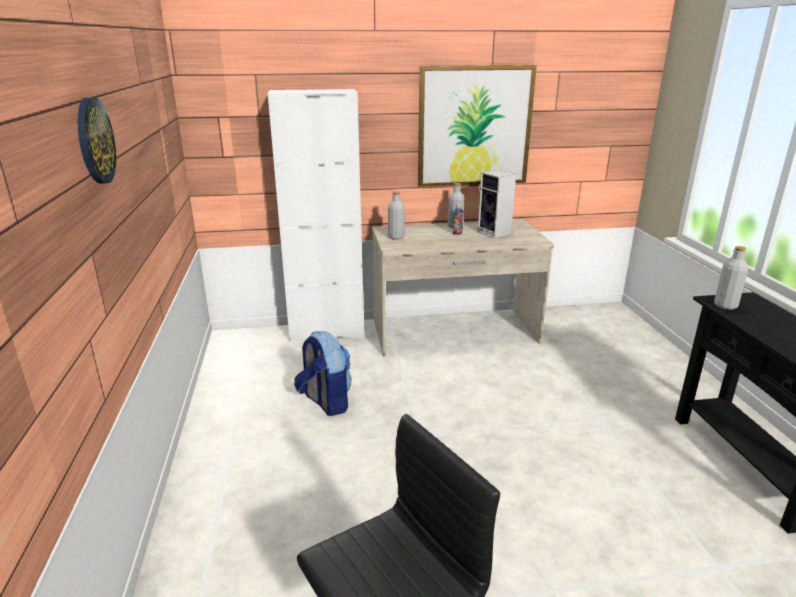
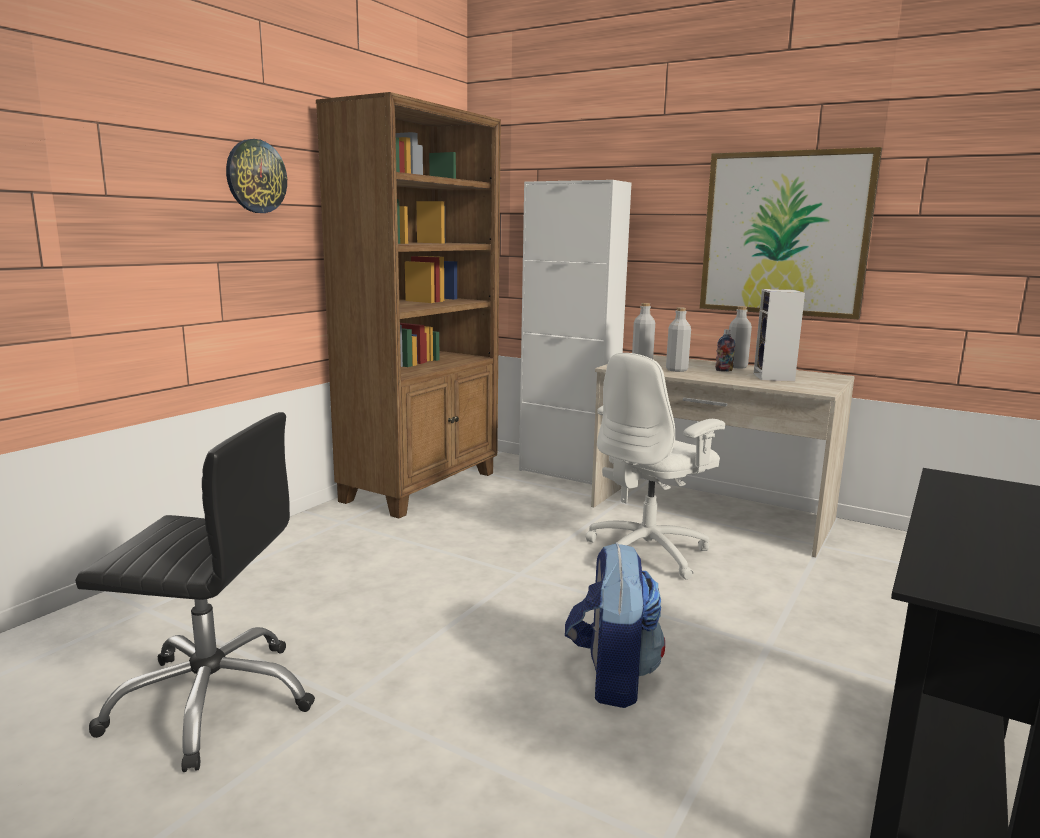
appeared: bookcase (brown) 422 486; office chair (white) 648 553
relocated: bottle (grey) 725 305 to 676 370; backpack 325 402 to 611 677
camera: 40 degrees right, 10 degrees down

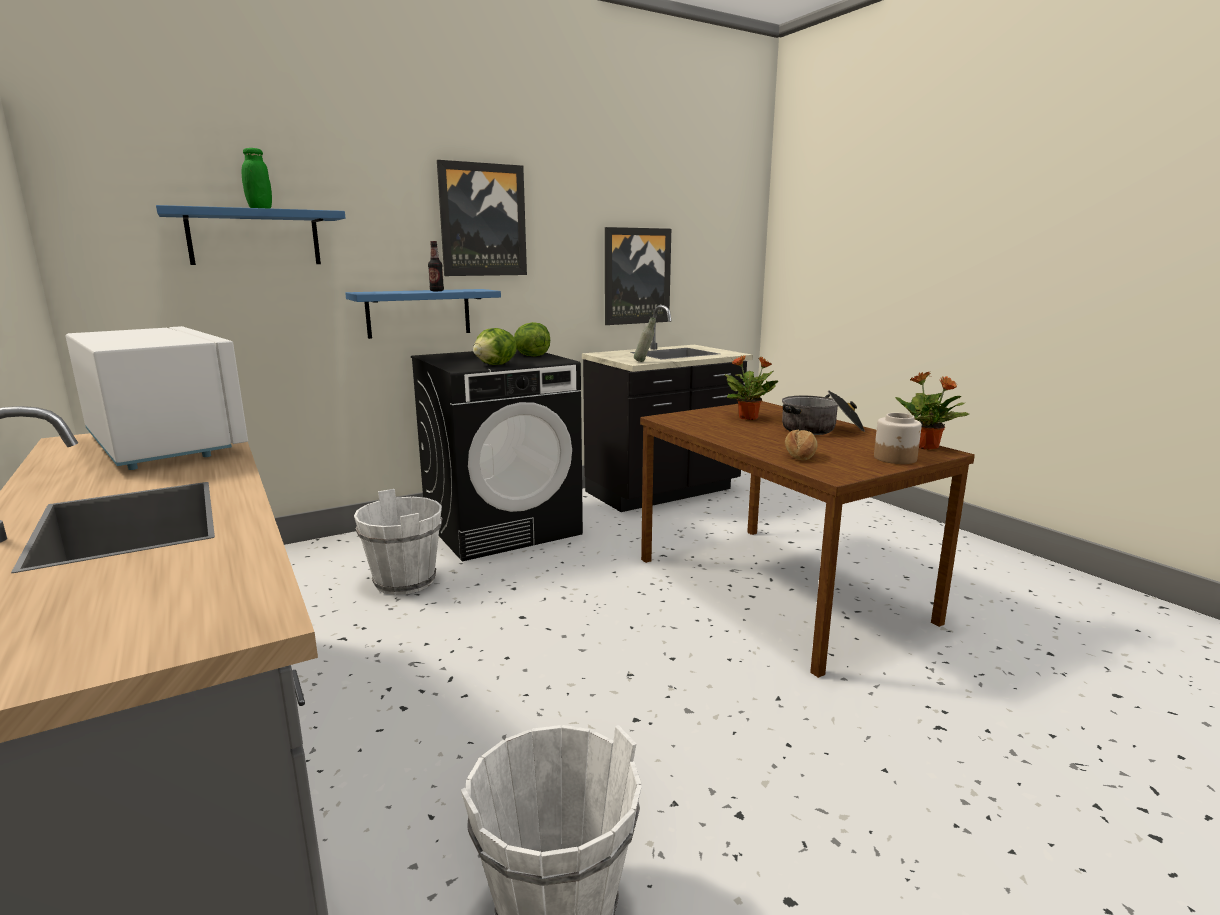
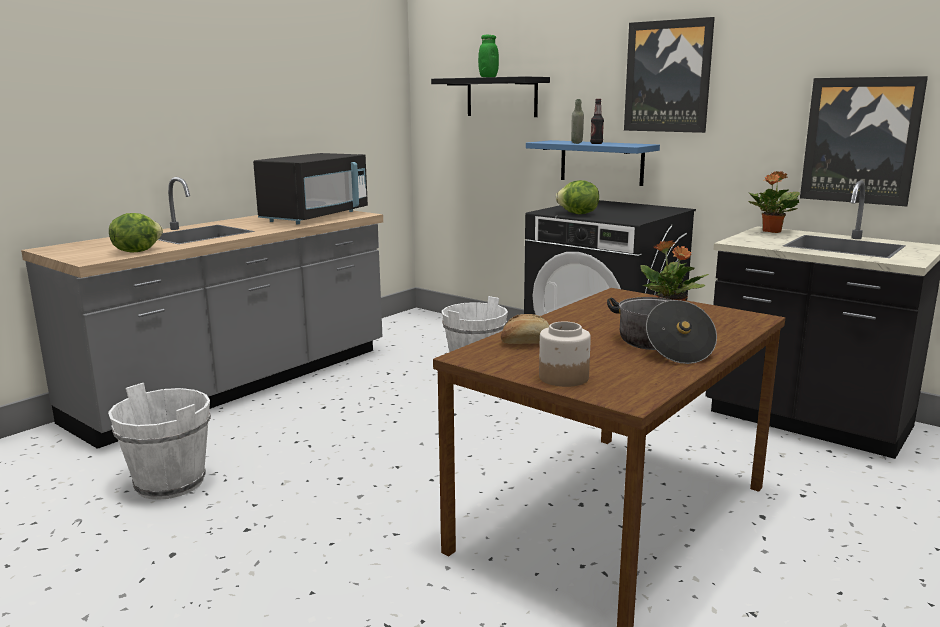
relocated: bottle (grey) 644 361 to 576 143; lettuce 531 356 to 136 251; potted plant 926 447 to 771 231
colour: shelf (blue) 254 238 to shelf (black) 501 97; microwave (white) 166 444 to microwave (black) 316 217
camera: 70 degrees right, 0 degrees up

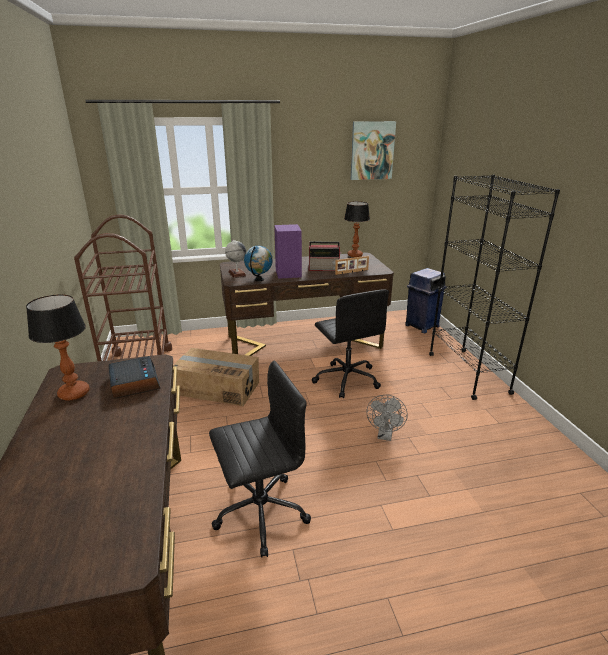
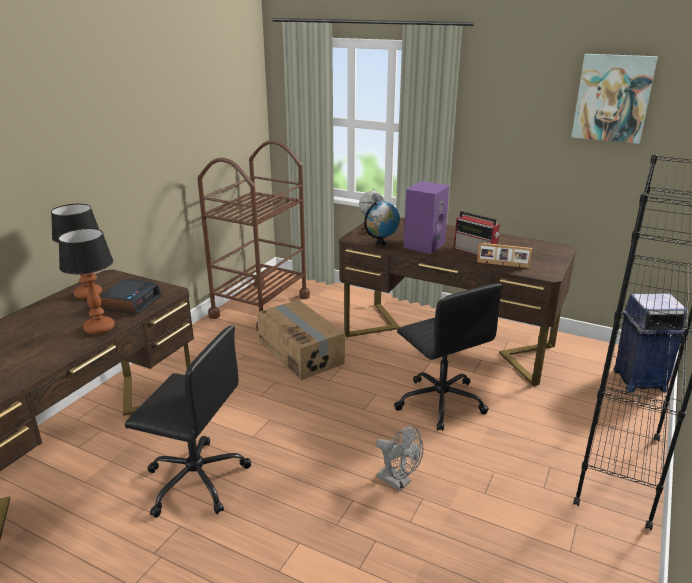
relocated: table lamp 355 255 to 99 328
spun: office chair (black) 346 379 = 440 401 45 degrees counterclockwise; fan (grey) 385 435 = 398 482 105 degrees counterclockwise
camera: 40 degrees right, 0 degrees up

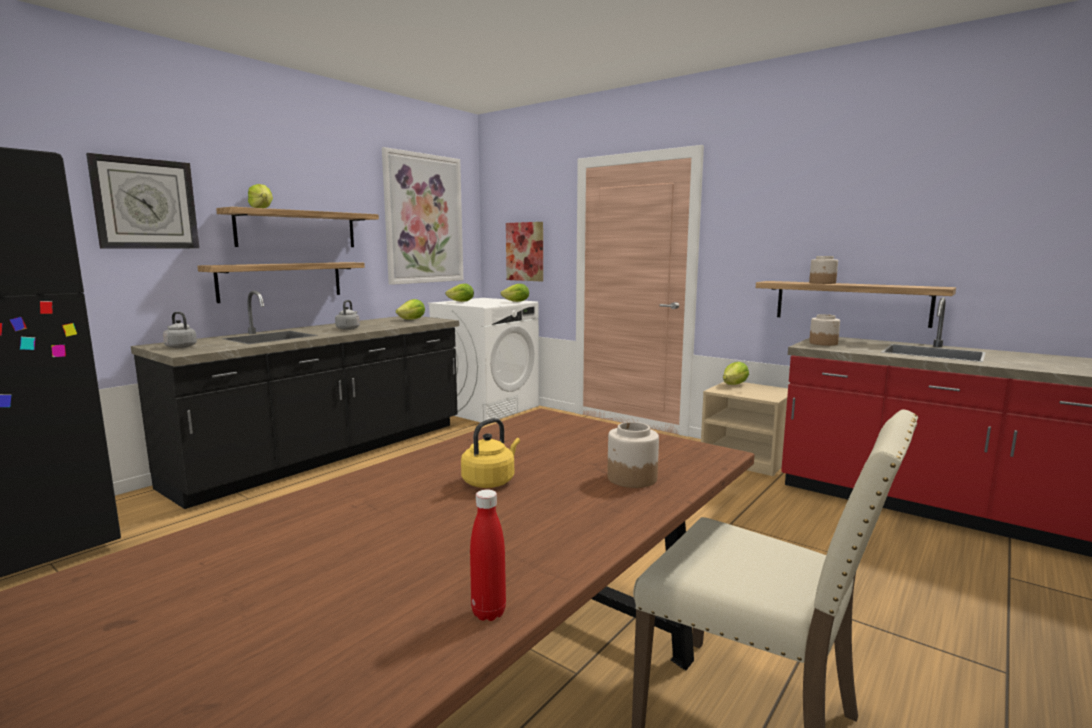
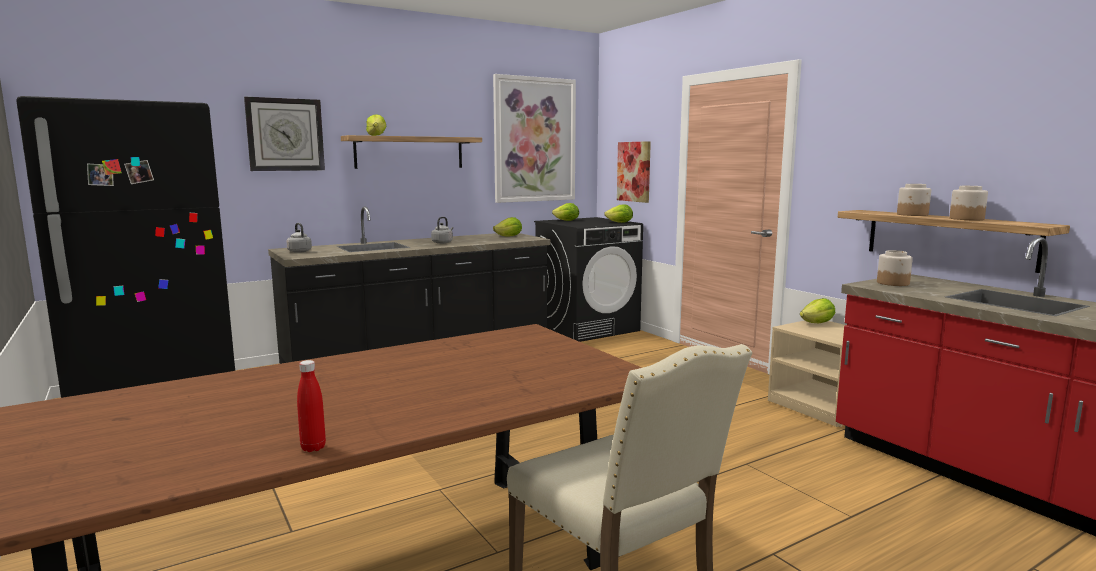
missing: shelf 281 281; kettle (yellow) 490 481
relocated: jar 631 478 to 966 219
colour: washing machine (white) 487 408 to washing machine (black) 587 328
camera: 20 degrees right, 0 degrees up

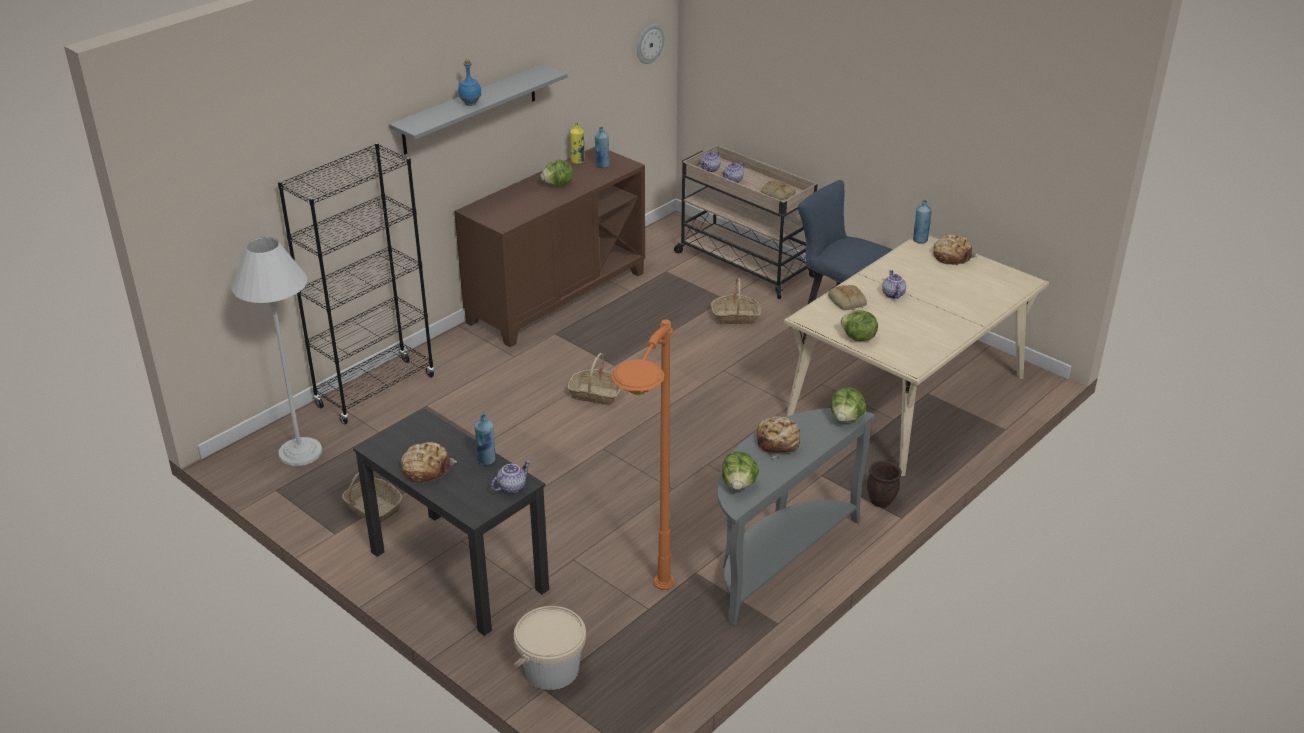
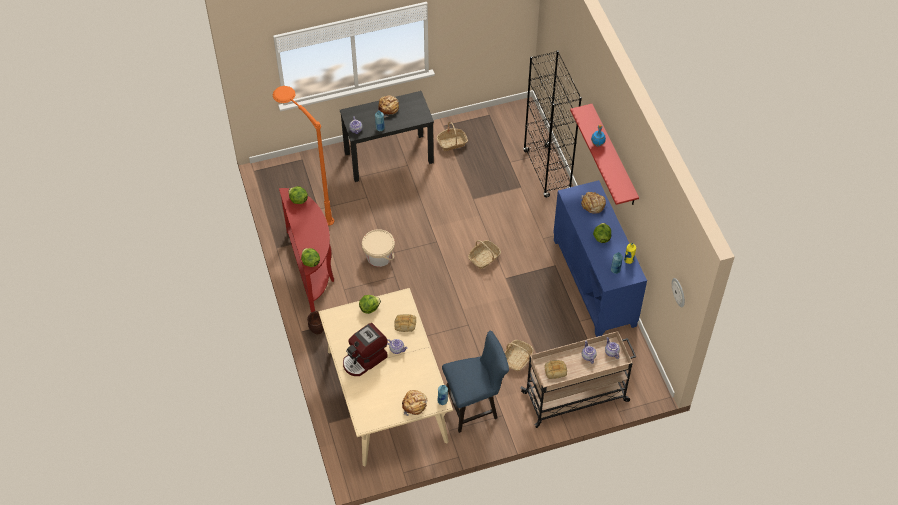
missing: floor lamp (white) 300 452
appeared: coffee machine 365 360
relocated: bread 778 443 to 592 205; bucket (beige) 551 669 to 379 256
colour: shelf (grey) 470 109 to shelf (red) 614 156; cabinet (brown) 556 297 to cabinet (blue) 594 282; console table (grey) 776 559 to console table (red) 312 268
camera: 120 degrees right, 20 degrees up

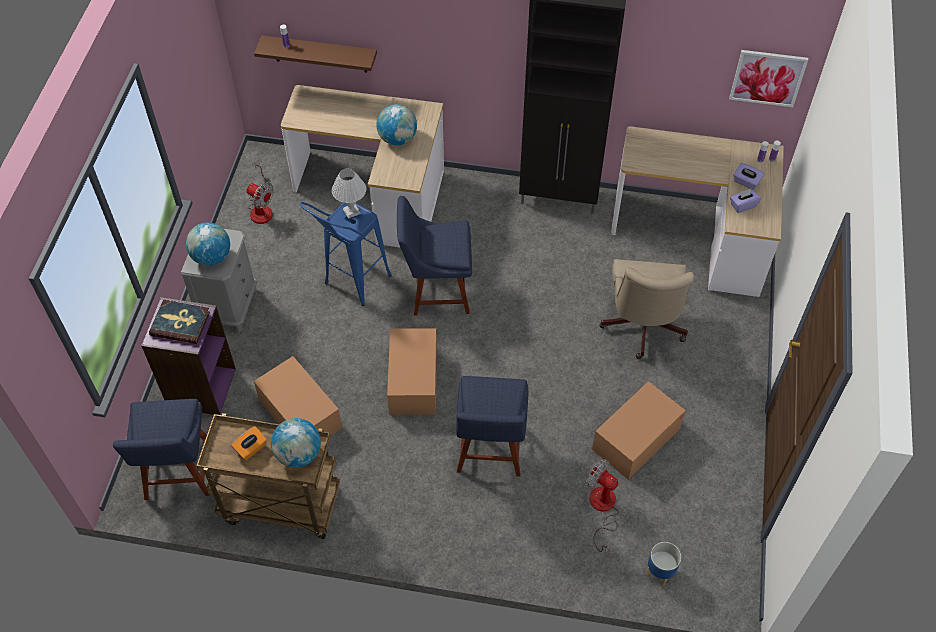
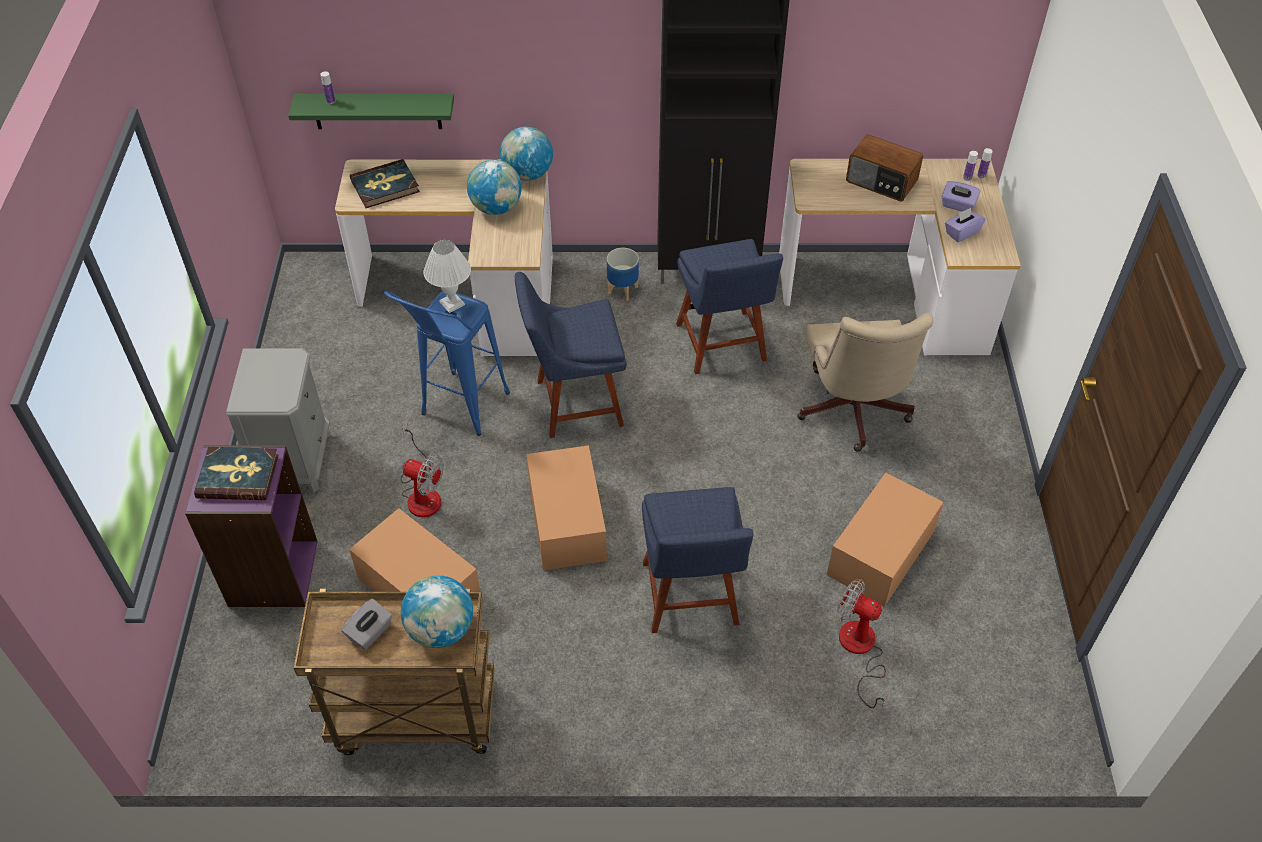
missing: picture 767 78
appeared: radio 881 182; book 385 186
relocated: fan 261 208 to 422 493; globe 211 257 to 527 174; chair (blue) 178 474 to 722 346; planter 660 571 to 623 289
colour: shelf (brown) 320 54 to shelf (green) 377 111; tissue box (orange) 251 448 to tissue box (grey) 370 632
camera: 10 degrees left, 5 degrees down

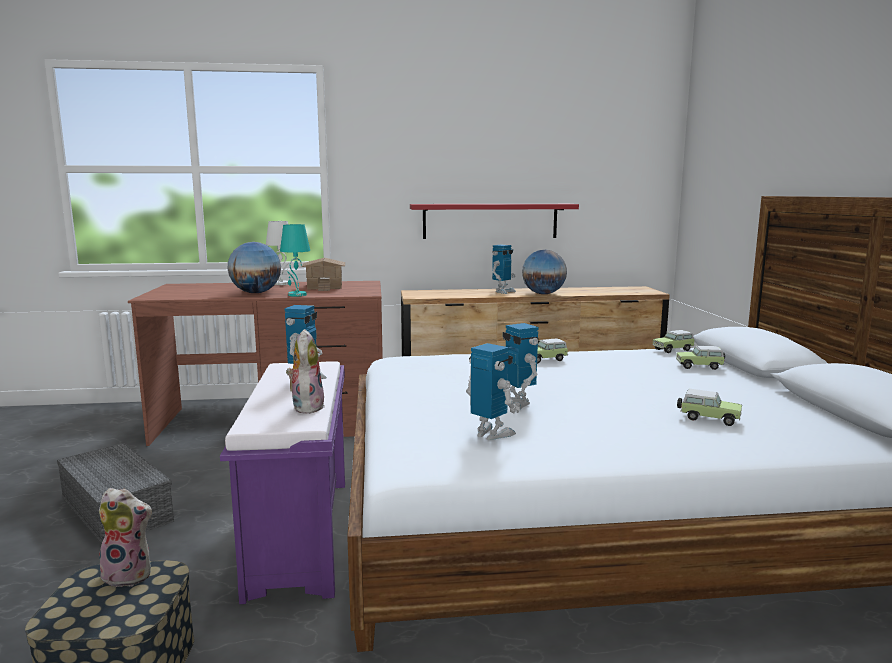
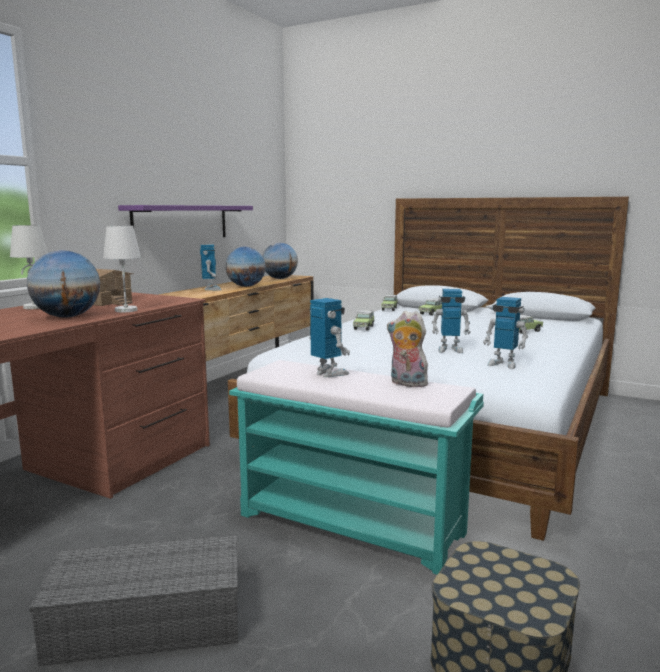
missing: plush toy 130 574
appeared: globe 280 278
colour: shelf (red) 490 221 to shelf (purple) 181 222; table lamp (turquoise) 297 295 to table lamp (white) 126 310; bench (purple) 302 535 to bench (turquoise) 353 524
spun: toy robot 491 434 = 503 364 135 degrees counterclockwise
camera: 55 degrees left, 0 degrees up

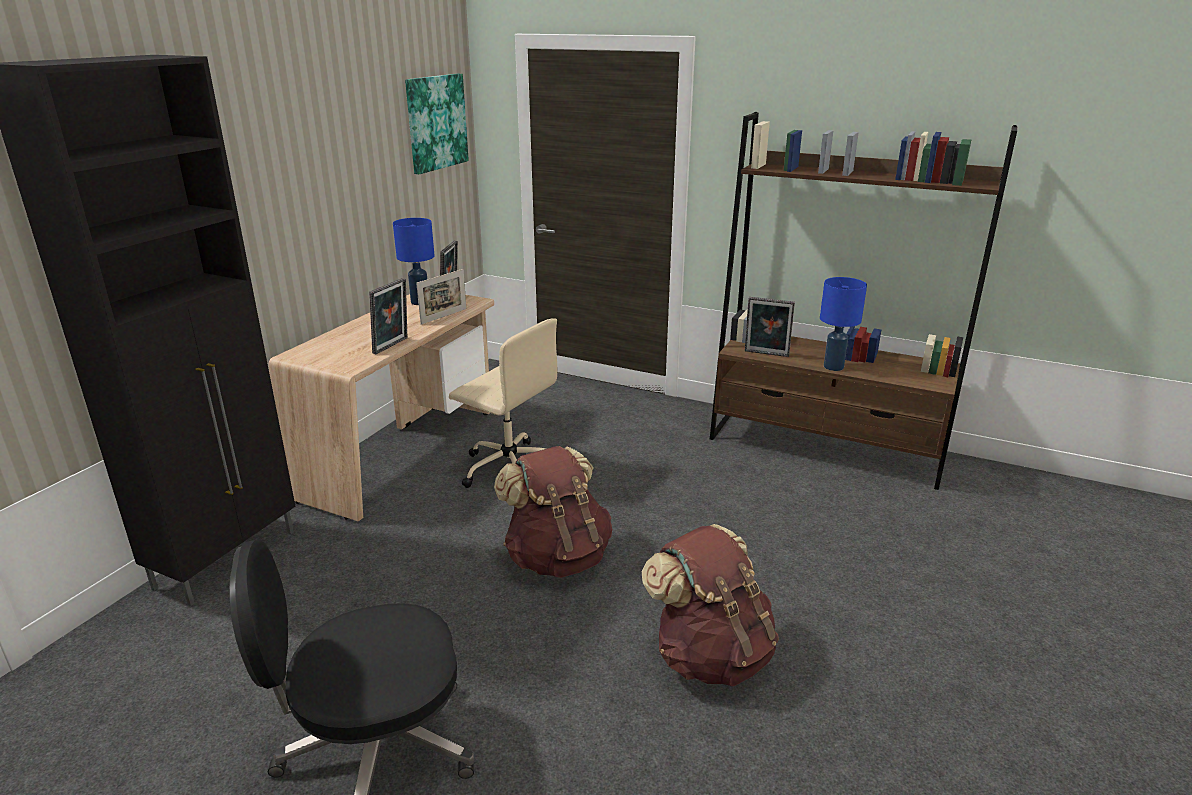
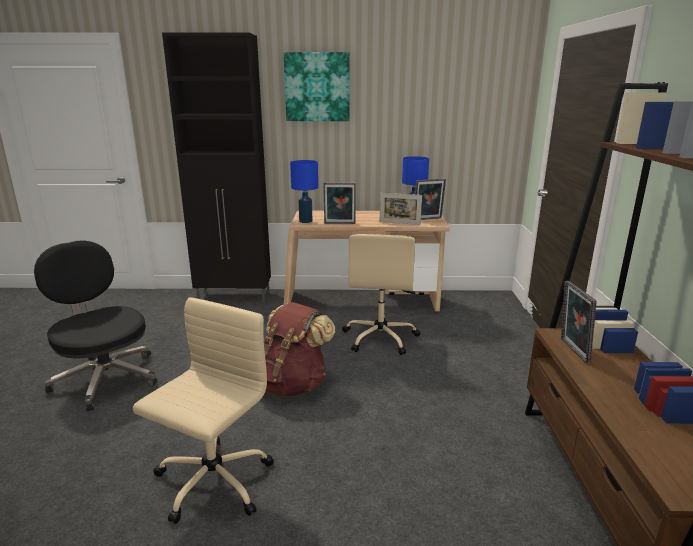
relocated: picture 436 122 to 317 87; table lamp (blue) 833 367 to 305 221
exchanged: backpack (brown) 710 655 to office chair (beige) 212 482
camera: 65 degrees right, 5 degrees down

